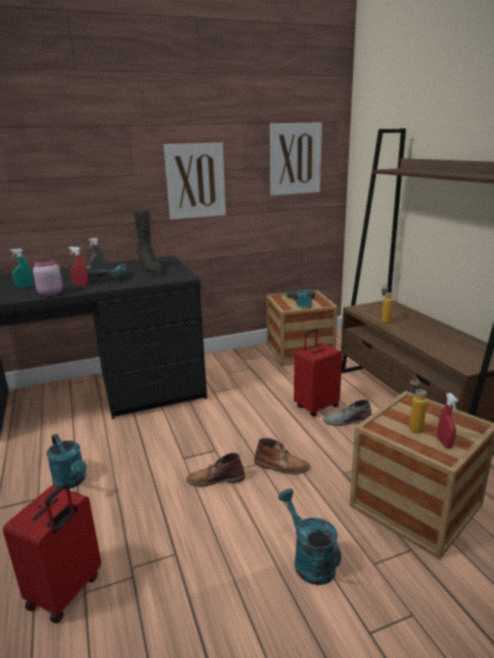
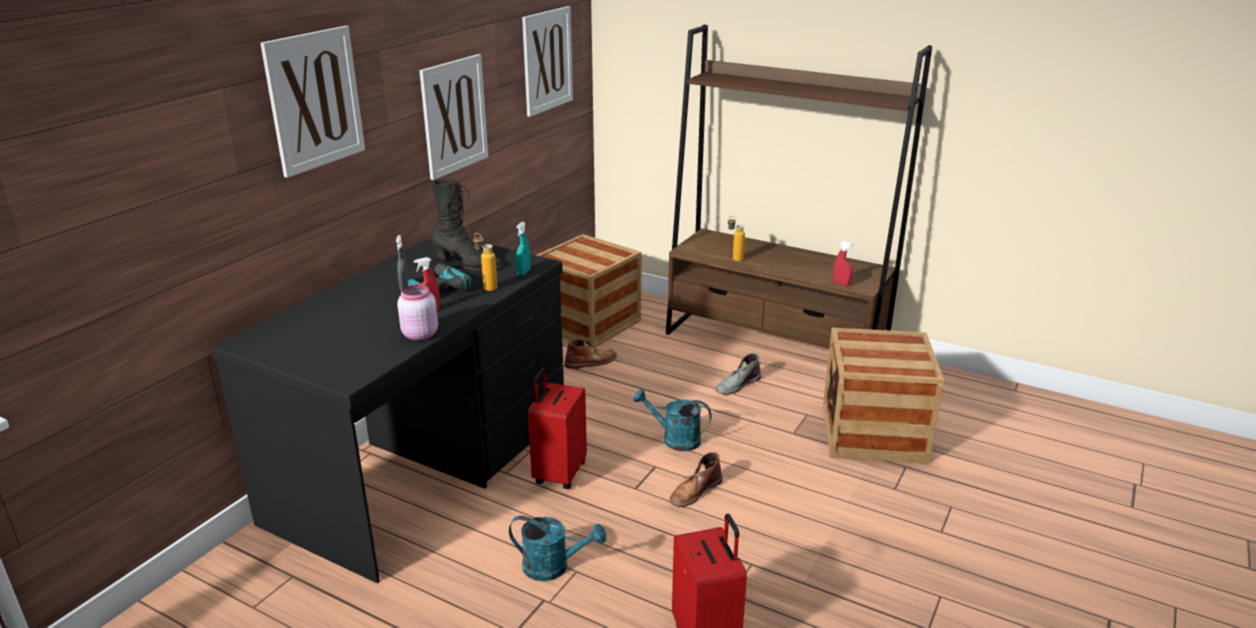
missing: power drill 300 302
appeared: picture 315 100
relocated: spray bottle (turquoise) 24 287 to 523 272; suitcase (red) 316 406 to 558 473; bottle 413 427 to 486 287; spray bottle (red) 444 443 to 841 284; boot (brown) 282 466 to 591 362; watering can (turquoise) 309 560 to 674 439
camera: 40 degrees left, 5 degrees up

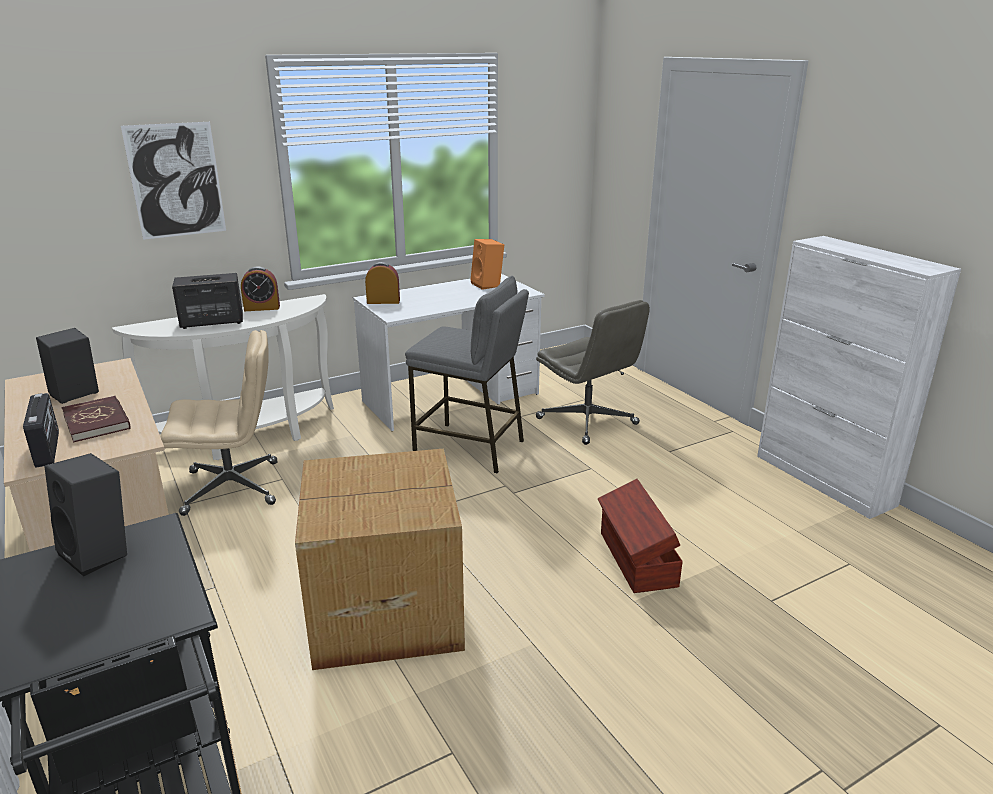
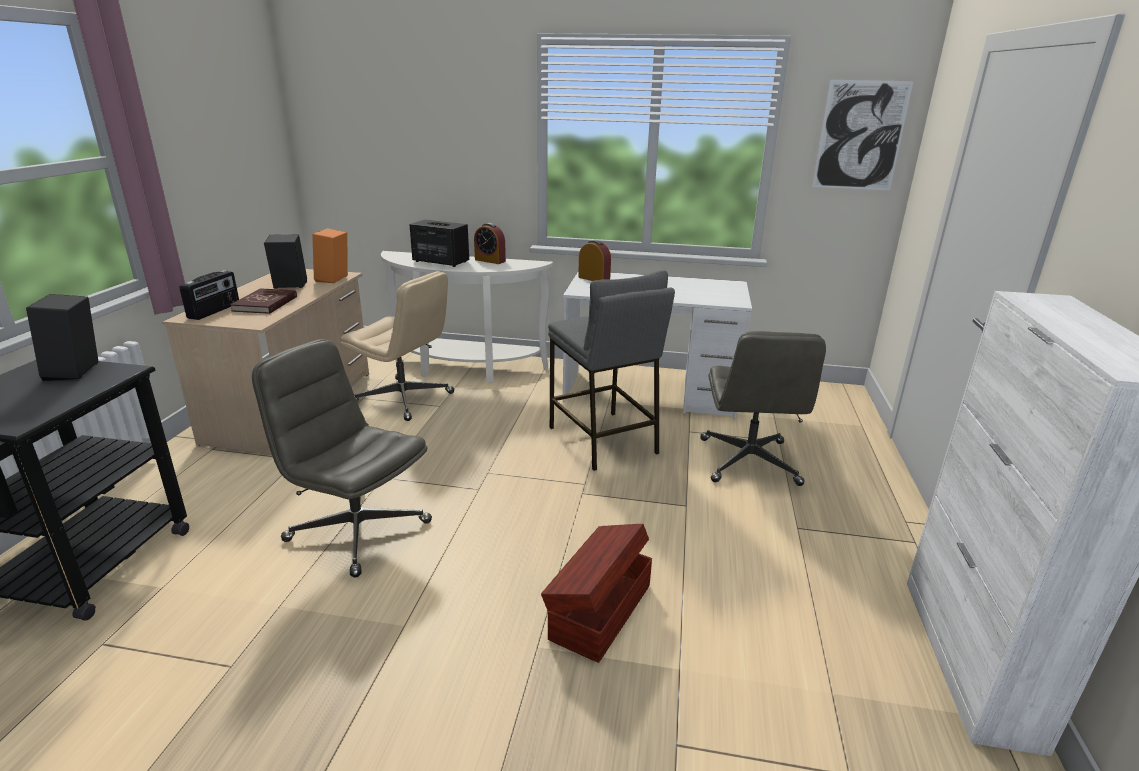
relocated: picture 176 180 to 860 136; speaker (orange) 488 285 to 334 279
exchanged: cardboard box 383 608 to office chair (grey) 357 531
camera: 40 degrees right, 0 degrees up

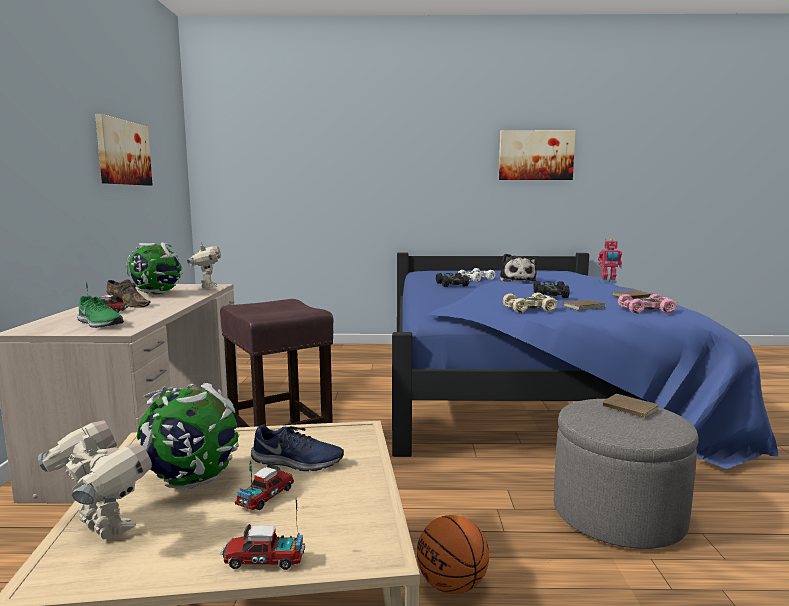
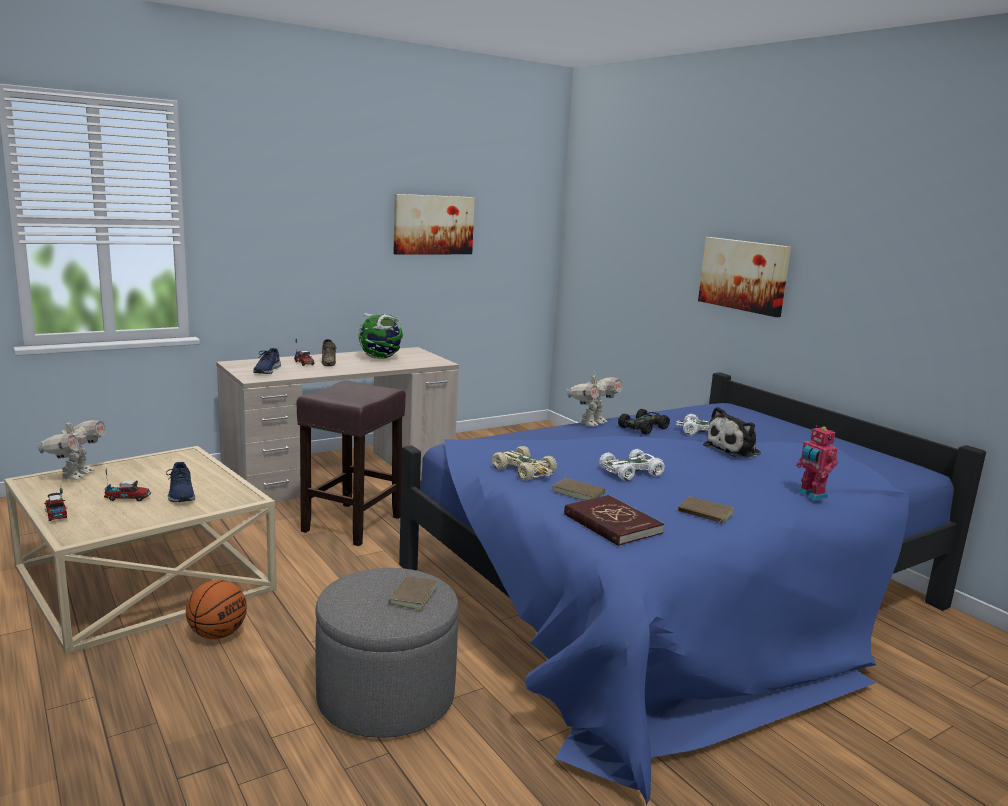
missing: globe 191 481
relocated: picture 536 155 to 743 275; toy robot 207 287 to 591 423
exchanged: toy car (pink) 646 310 to book (red) 612 524
colour: toy car (black) 550 295 to toy car (white) 631 472; shoe (green) 99 324 to shoe (blue) 266 370
camera: 55 degrees right, 5 degrees up

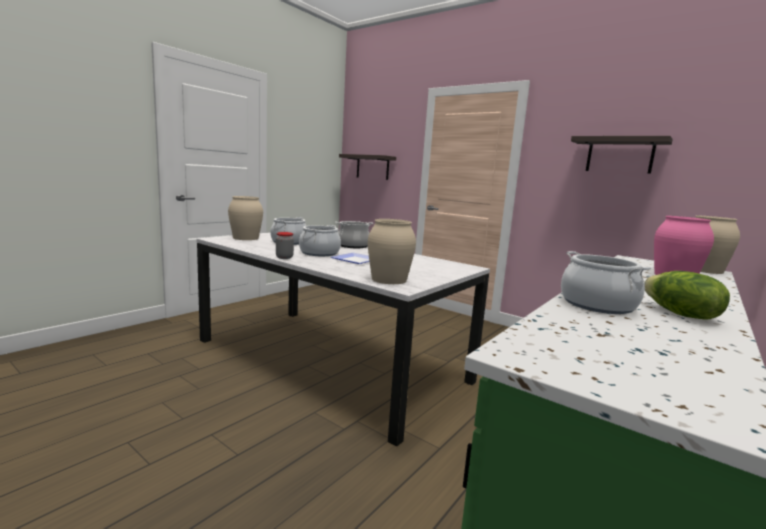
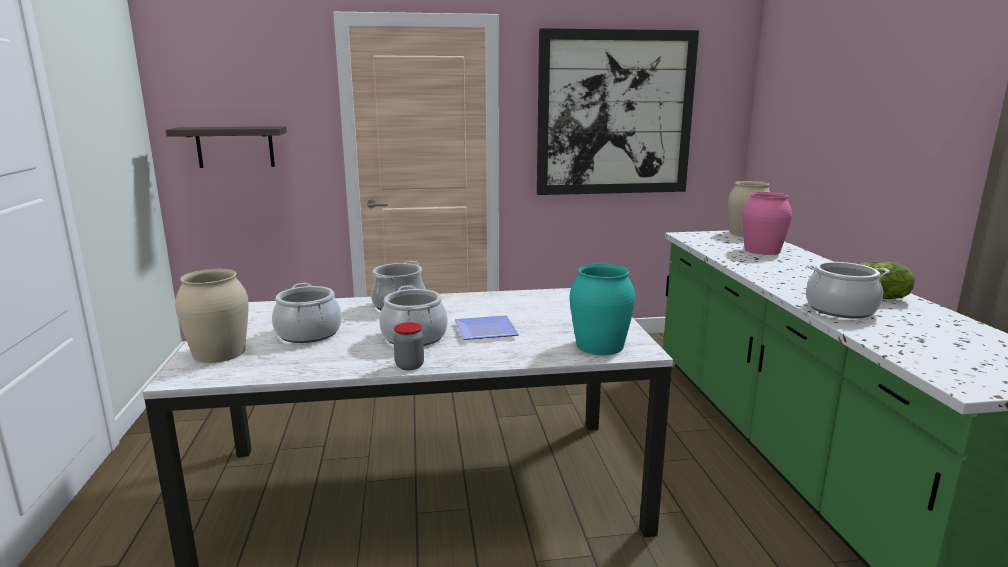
exchanged: shelf 619 155 to picture 615 114
colour: vase (beige) 389 279 to vase (turquoise) 599 345
camera: 45 degrees left, 5 degrees up

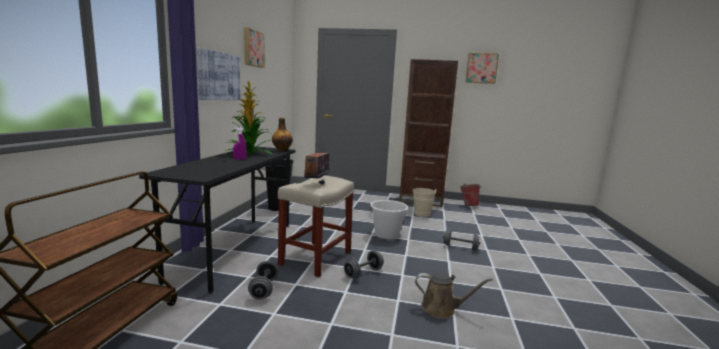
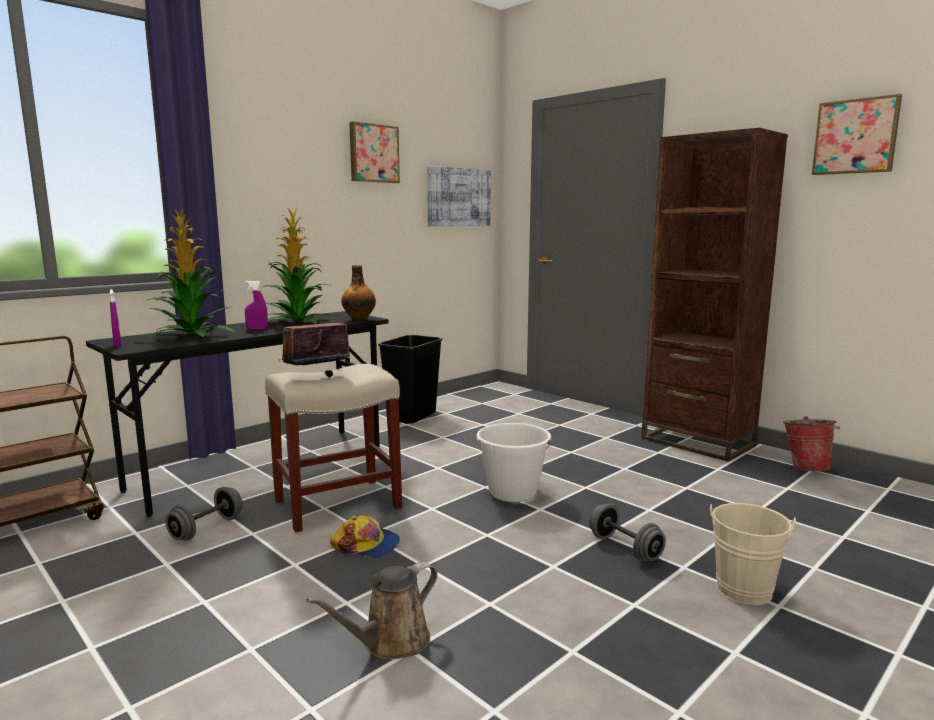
appeared: potted plant 191 335; spray bottle (purple) 117 345
relocated: picture 219 76 to 458 197; bucket (beige) 421 213 to 744 586
exchanged: dumbbell (grey) 363 273 to cap 366 545
spun: watering can (brown) 441 309 = 390 643 90 degrees clockwise
camera: 35 degrees right, 0 degrees up

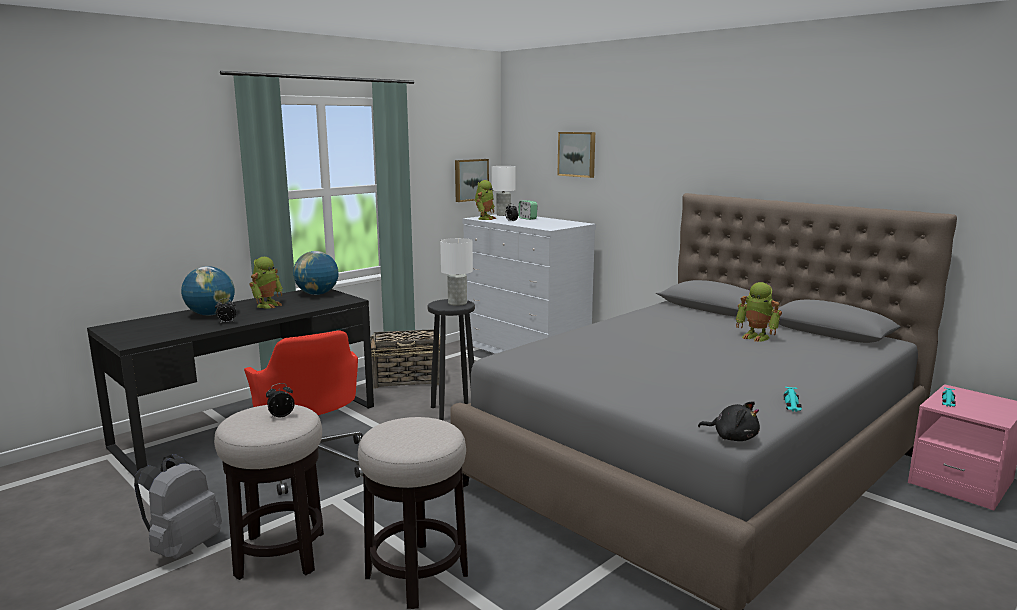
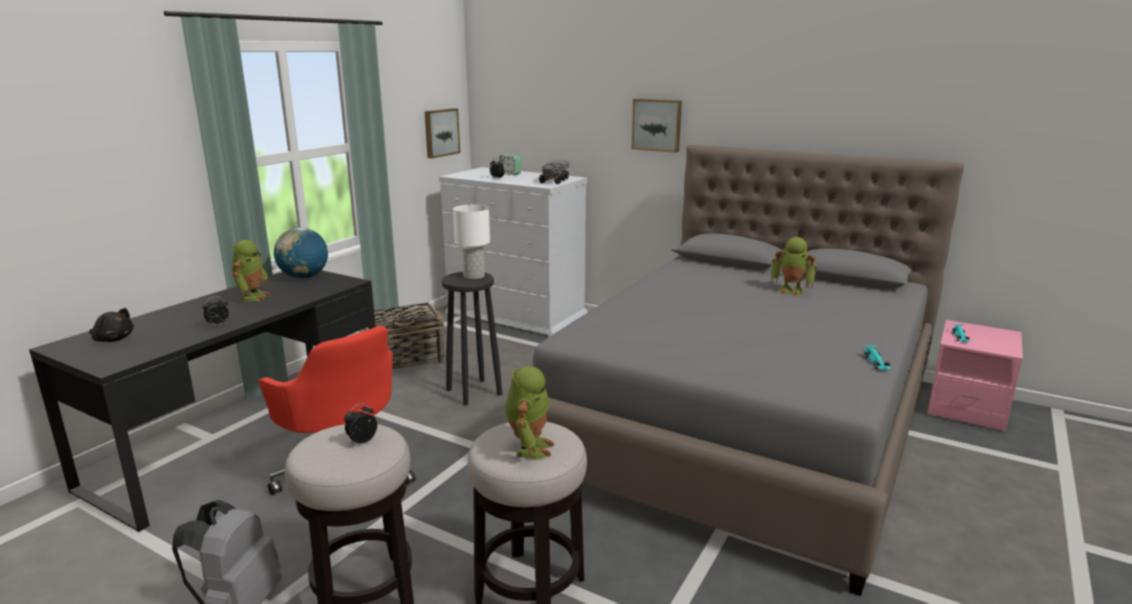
missing: table lamp (white) 503 214; globe 210 314
appeared: toy truck 554 180
relocated: picture 577 154 to 657 125; toy robot 485 218 to 529 447; plush toy (black) 732 437 to 113 339
camera: 15 degrees left, 5 degrees up

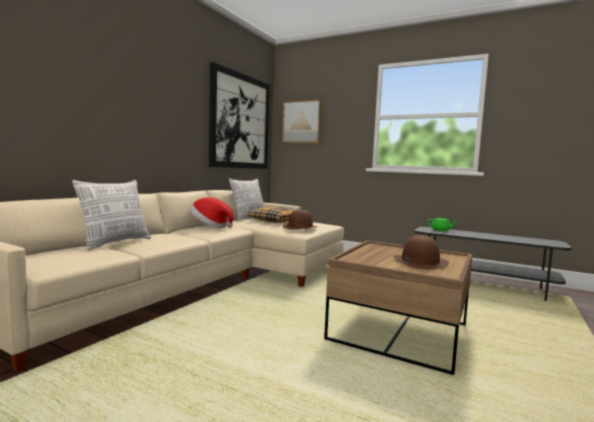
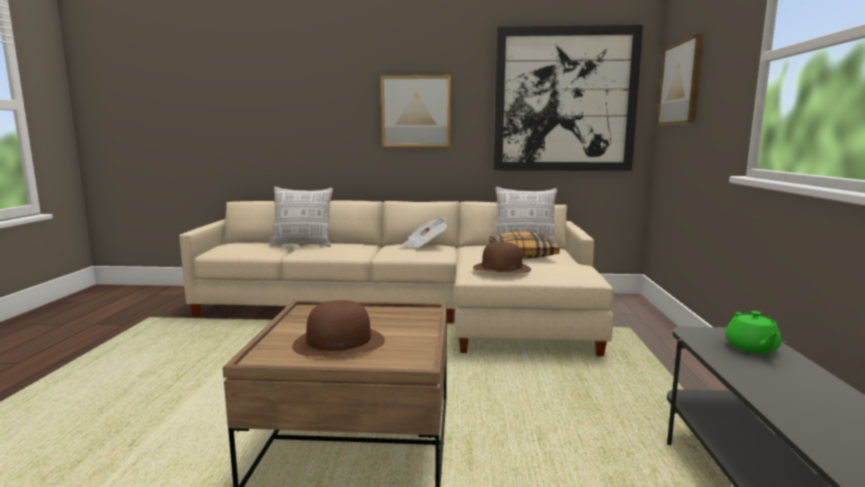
appeared: picture 416 111
exchanged: hat 210 226 to newspaper 423 246
camera: 65 degrees right, 5 degrees up

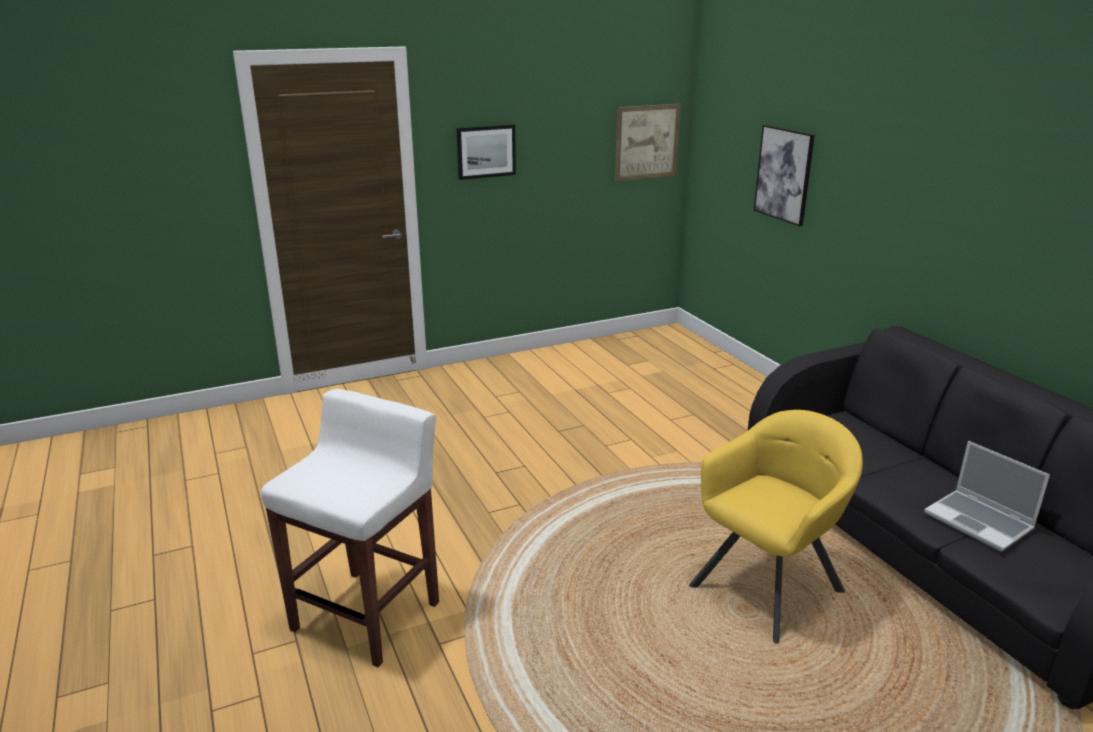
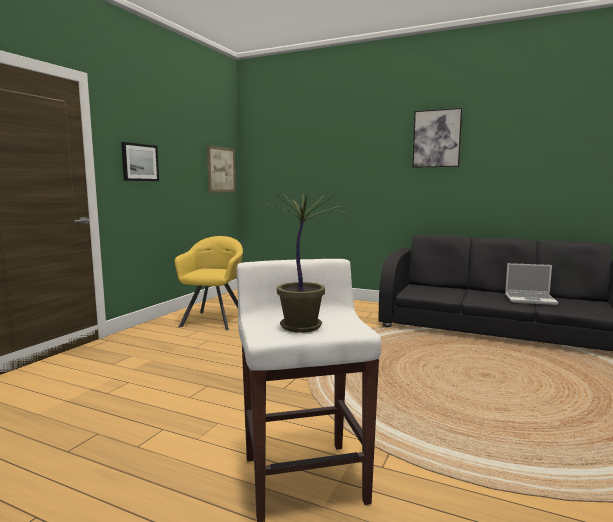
appeared: potted plant 303 327
relocated: picture 784 174 to 436 138; armchair (yellow) 768 589 to 214 320
camera: 40 degrees left, 15 degrees down

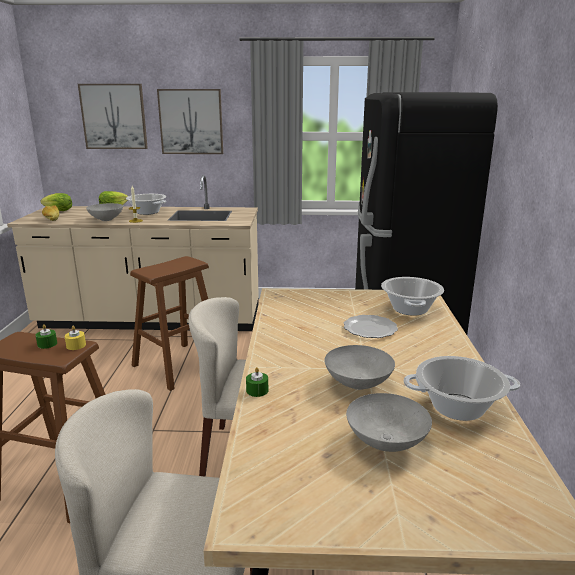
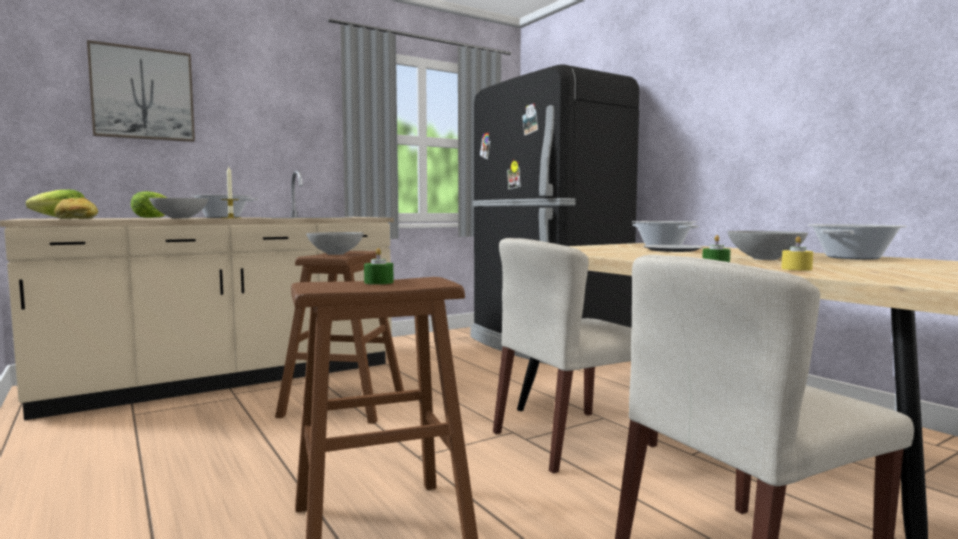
missing: picture 191 122
relocated: candle (yellow) 76 345 to 796 269; bowl (grey) 386 443 to 335 254
camera: 35 degrees left, 15 degrees down

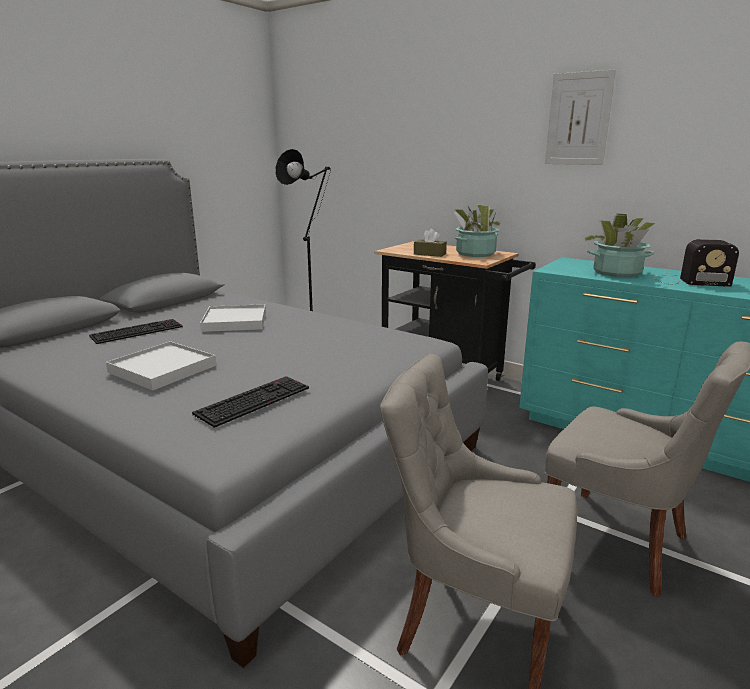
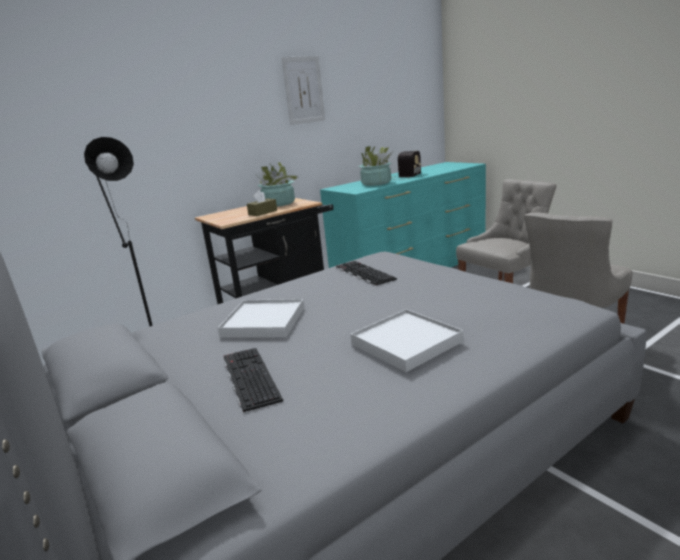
relocated: keyboard 253 400 to 363 273
camera: 70 degrees left, 0 degrees up

